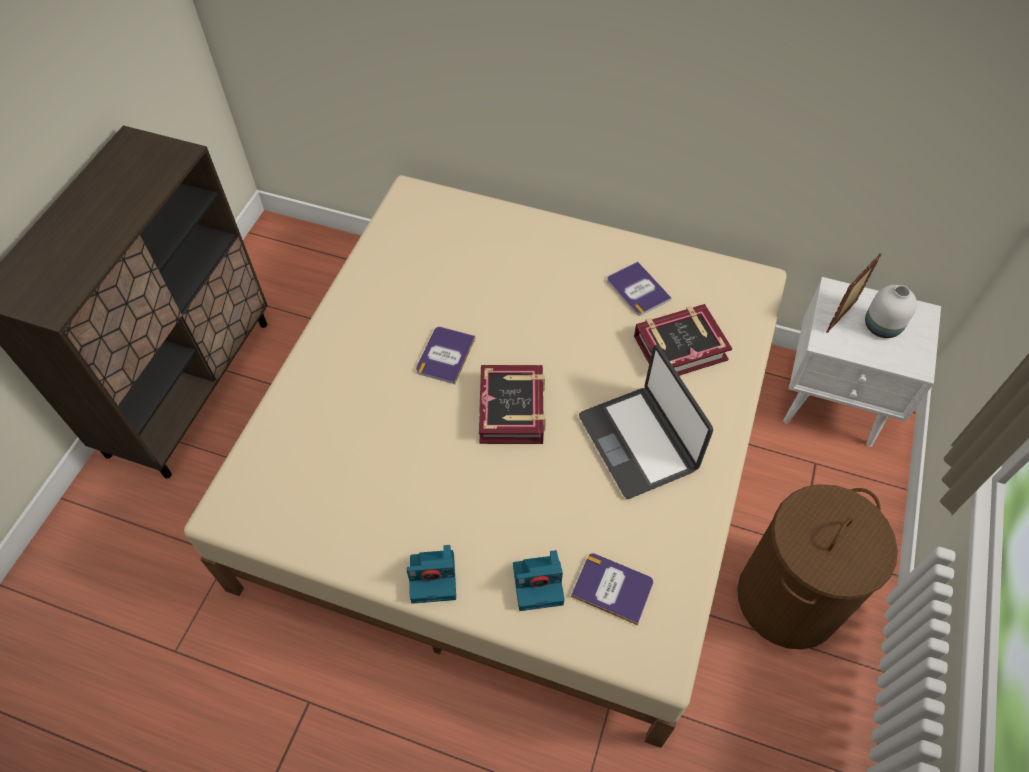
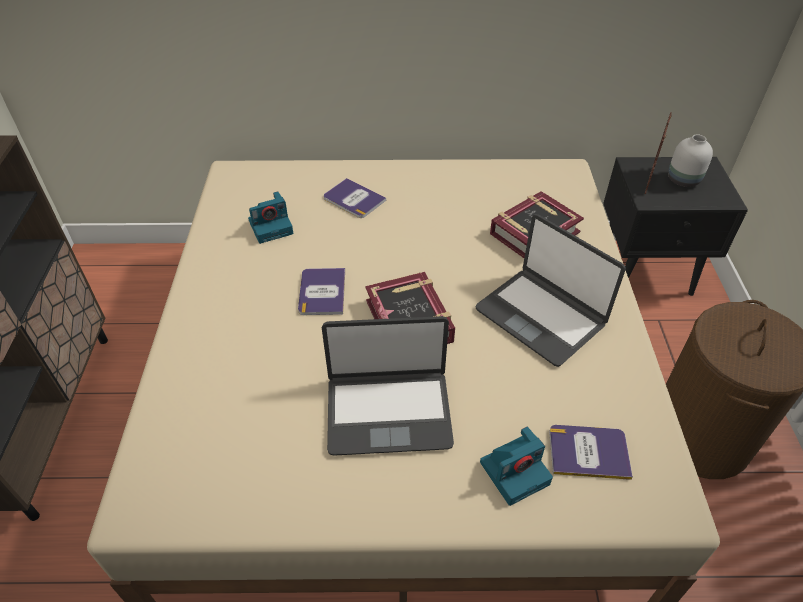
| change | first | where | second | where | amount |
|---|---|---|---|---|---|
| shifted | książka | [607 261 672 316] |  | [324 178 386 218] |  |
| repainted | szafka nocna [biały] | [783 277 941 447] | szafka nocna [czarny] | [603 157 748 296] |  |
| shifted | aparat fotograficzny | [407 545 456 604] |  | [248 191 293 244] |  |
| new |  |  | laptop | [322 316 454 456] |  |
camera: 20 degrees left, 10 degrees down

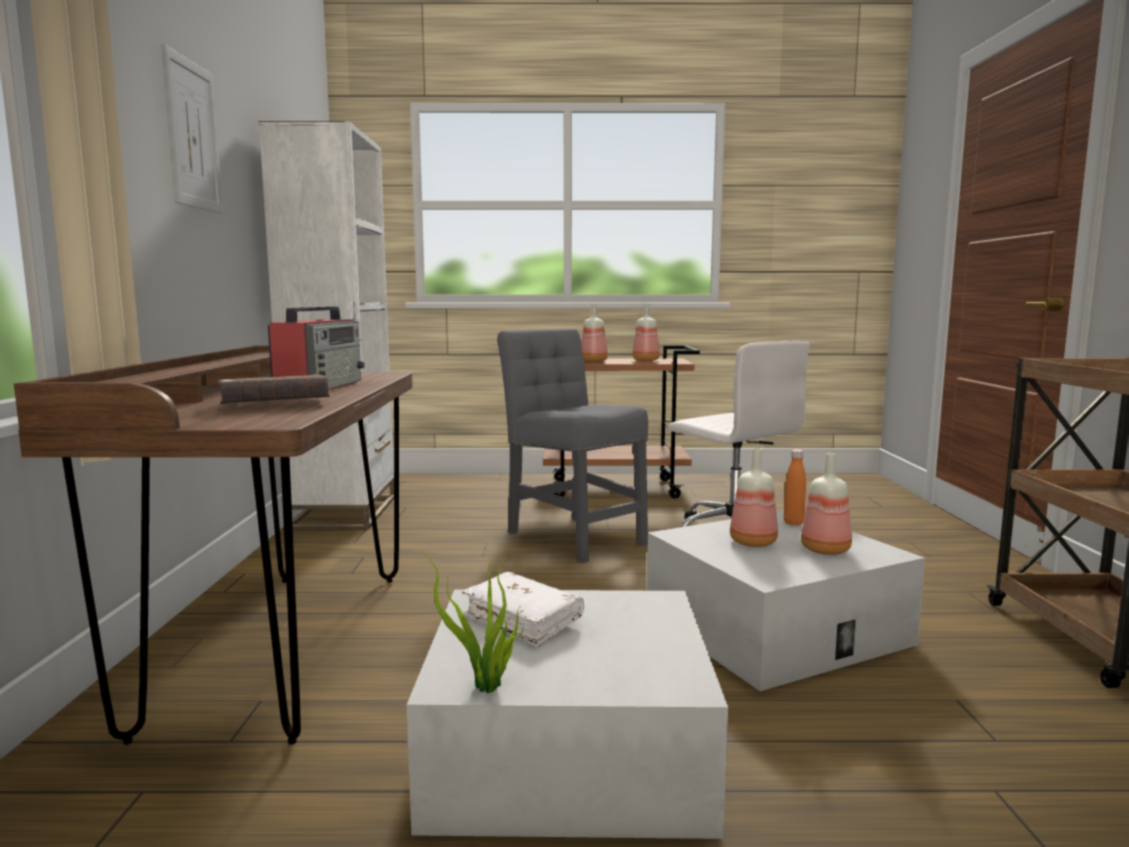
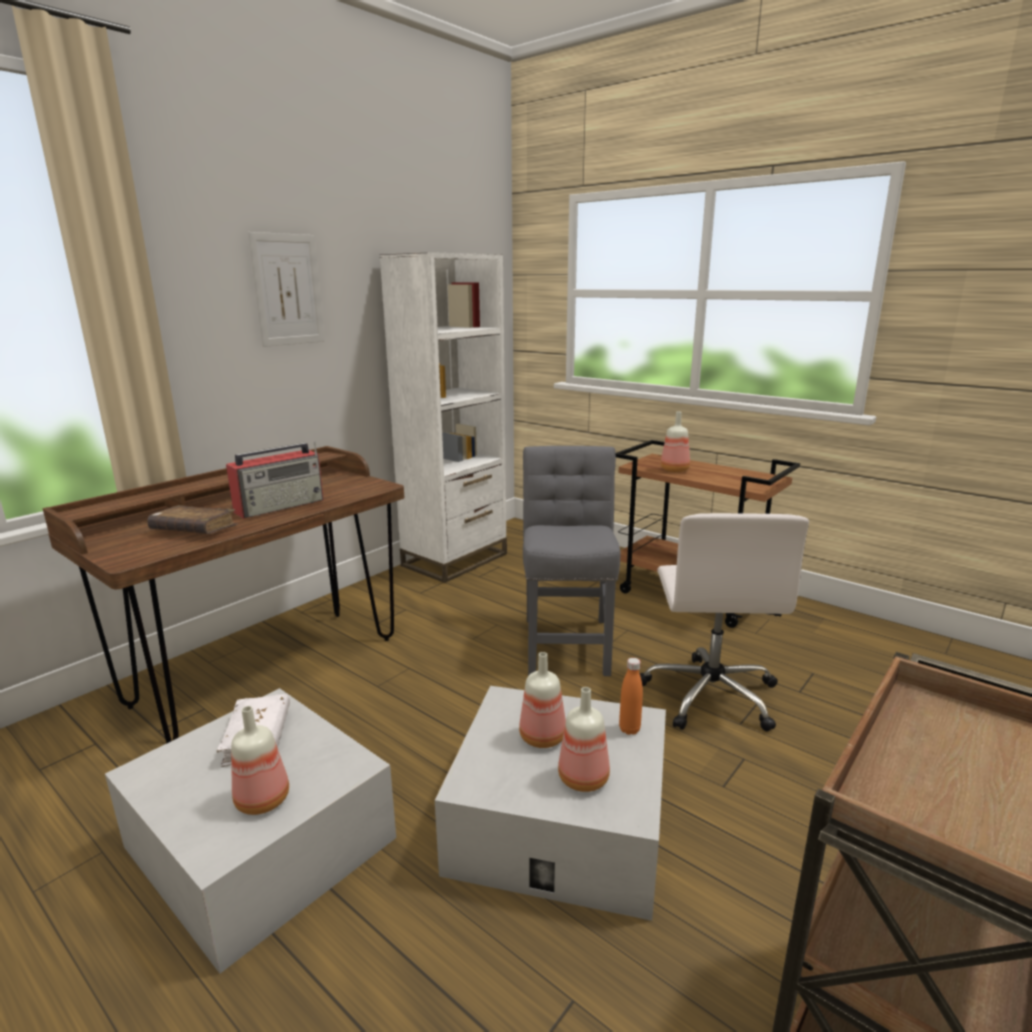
| change | first | where | second | where | amount |
|---|---|---|---|---|---|
| shifted | butelka | [632 304 660 361] |  | [231 706 289 815] |  |
| gone | roślina doniczkowa | [420 550 524 693] |  |  |  |
camera: 40 degrees right, 10 degrees up

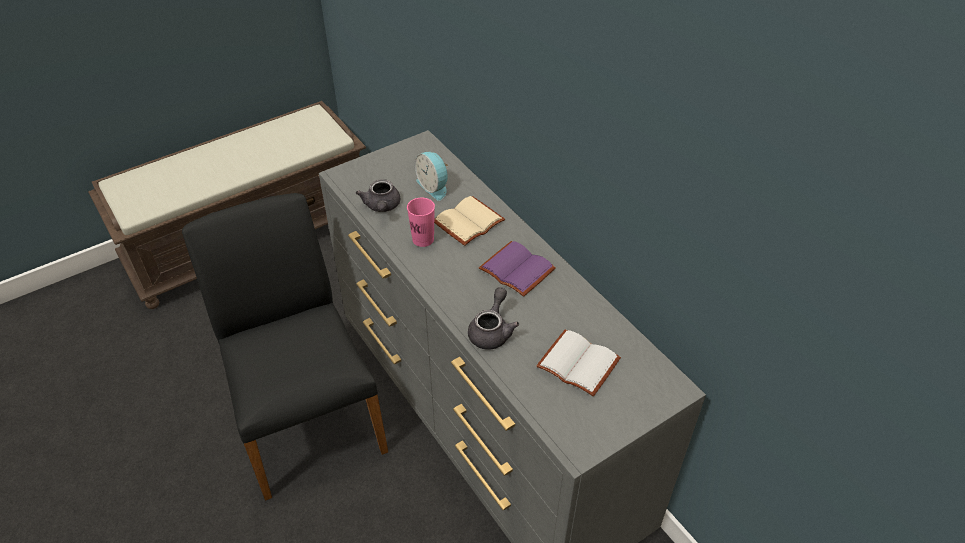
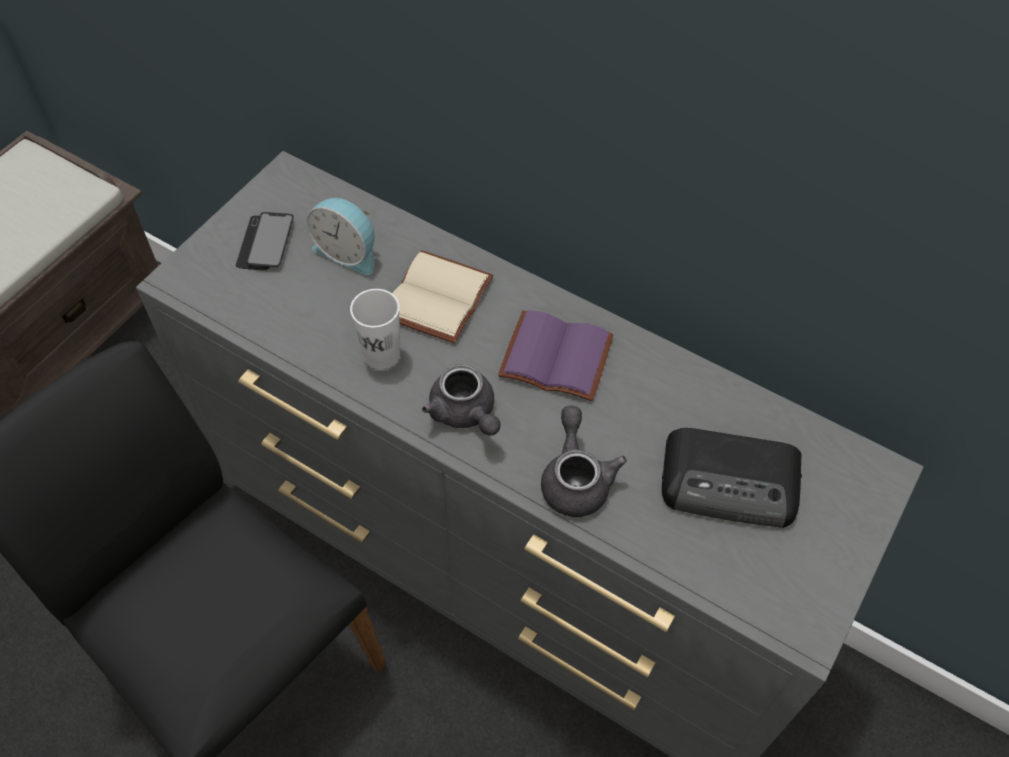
| change | first | where | second | where | amount |
|---|---|---|---|---|---|
| shifted | imbryk [szary] | [356 179 400 212] |  | [422 365 500 436] |  |
| repainted | filiżanka [różowy] | [407 198 435 247] | filiżanka [biały] | [350 289 400 369] |  |
| swapped | książka [biały] | [536 330 621 397] | radio | [662 428 802 528] |  |
| new |  |  | telefon | [236 212 294 270] |  |
camera: 25 degrees left, 10 degrees up

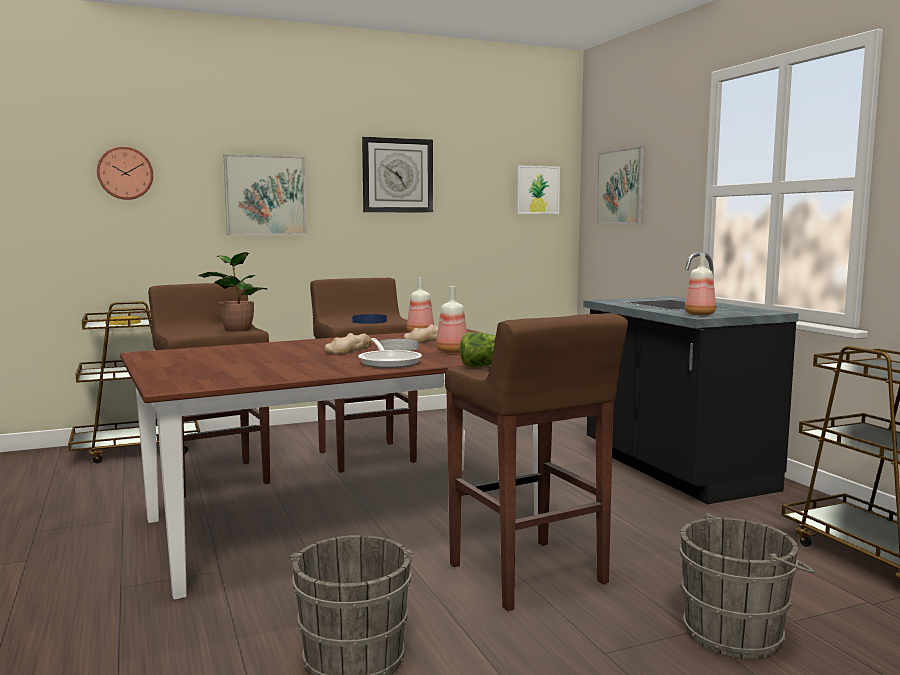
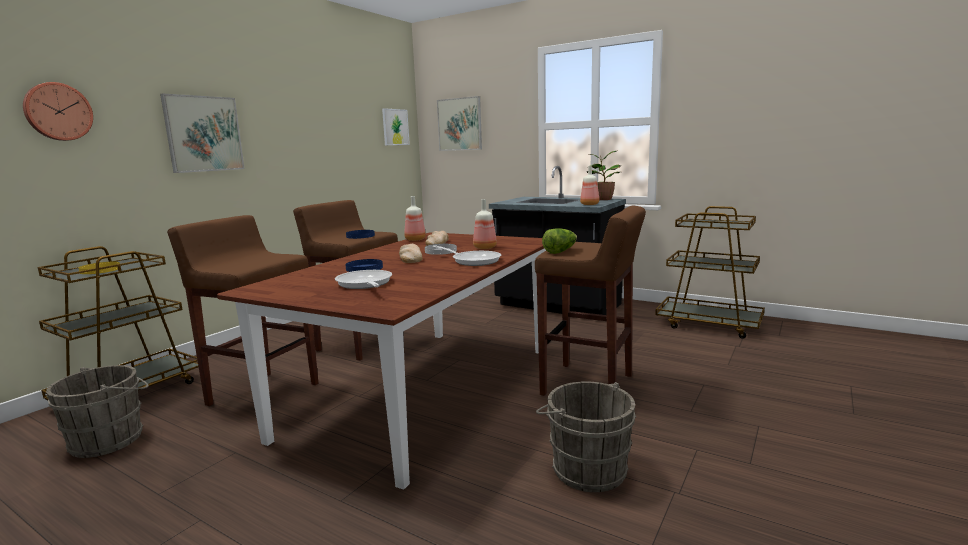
| change | first | where | second | where | amount |
|---|---|---|---|---|---|
| gone | zegar ścienny | [362 137 433 213] |  |  |  |
| shifted | roślina doniczkowa | [199 252 268 332] |  | [587 150 621 200] |  |
| shifted | wiadro [szary] | [678 513 814 659] |  | [46 365 148 458] |  |
| new |  |  | talerz [niebieski] | [345 259 383 272] |  |
| new |  |  | patelnia | [335 270 392 289] |  |
camera: 35 degrees left, 5 degrees up

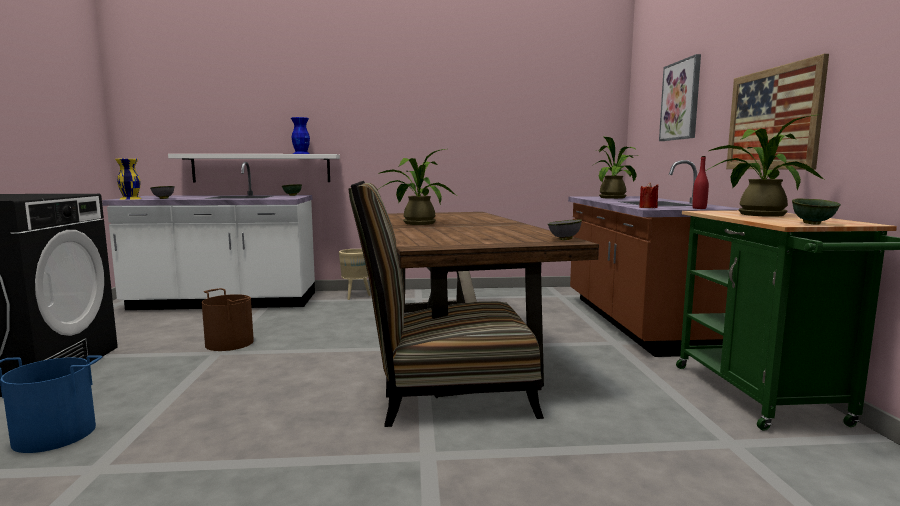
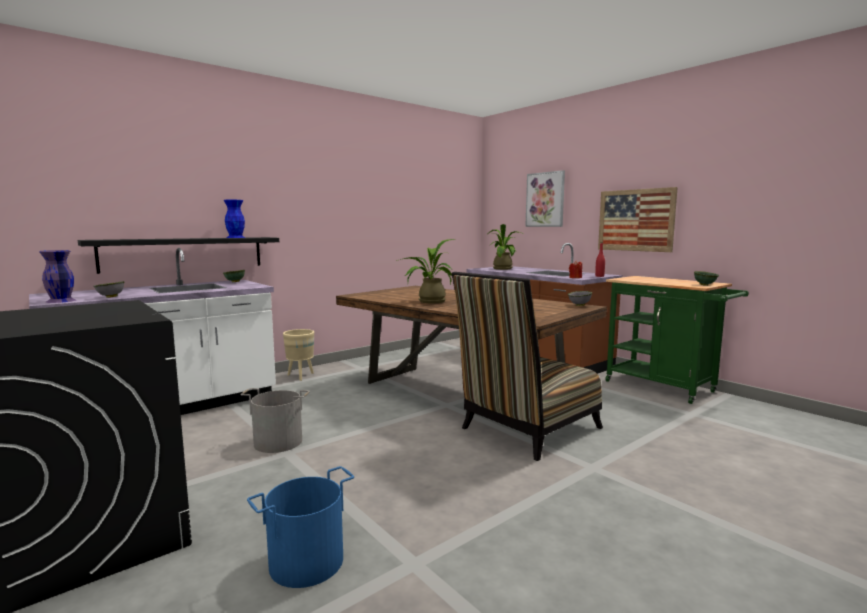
| change | first | where | second | where | amount |
|---|---|---|---|---|---|
| gone | roślina doniczkowa | [706 115 824 217] |  |  |  |
| repainted | półka [biały] | [168 154 340 183] | półka [czarny] | [78 237 279 274] |  |
| repainted | wazon [żółty] | [115 159 142 200] | wazon [fioletowy] | [39 250 76 303] |  |
| repainted | wiadro [brązowy] | [202 288 254 351] | wiadro [szary] | [240 388 310 453] |  |
camera: 35 degrees left, 0 degrees up

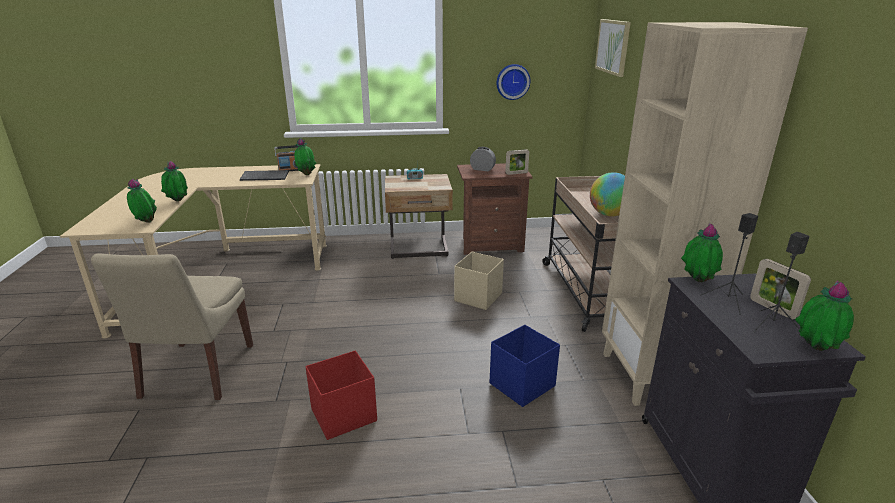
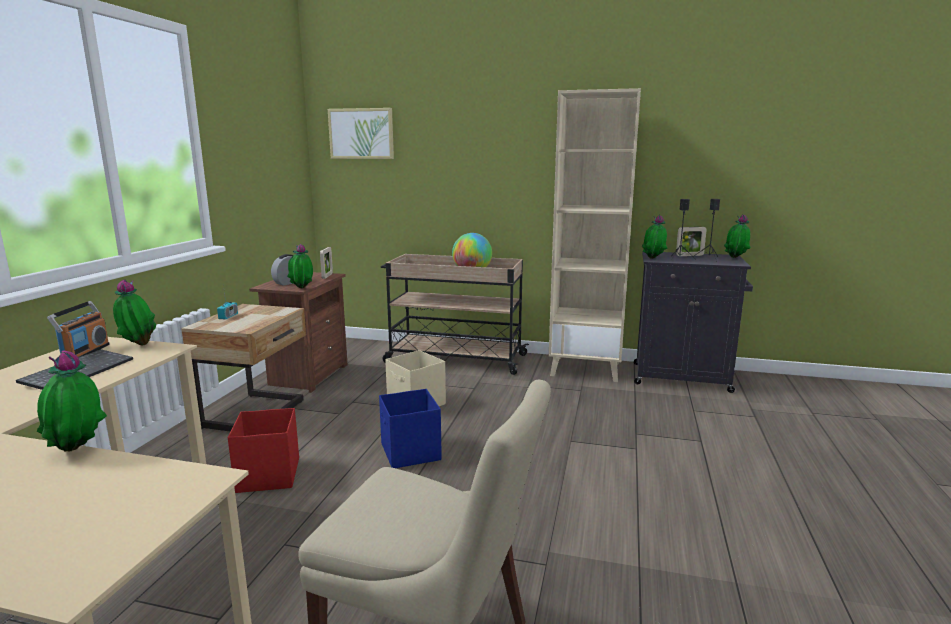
| change | first | where | second | where | amount |
|---|---|---|---|---|---|
| gone | zegar ścienny | [496 64 530 100] |  |  |  |
| shifted | roślina doniczkowa | [127 179 157 223] |  | [287 244 313 288] |  |
| shifted | pojemnik do przechowywania [niebieski] | [490 325 560 407] |  | [379 389 442 468] |  |
| shifted | pojemnik do przechowywania [czerwony] | [305 350 377 440] |  | [228 408 299 493] |  |
camera: 70 degrees left, 10 degrees down

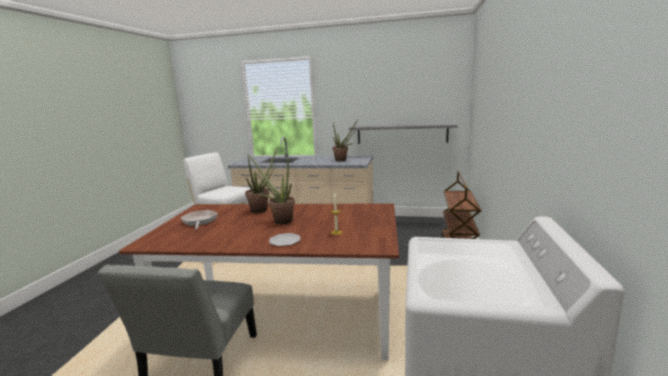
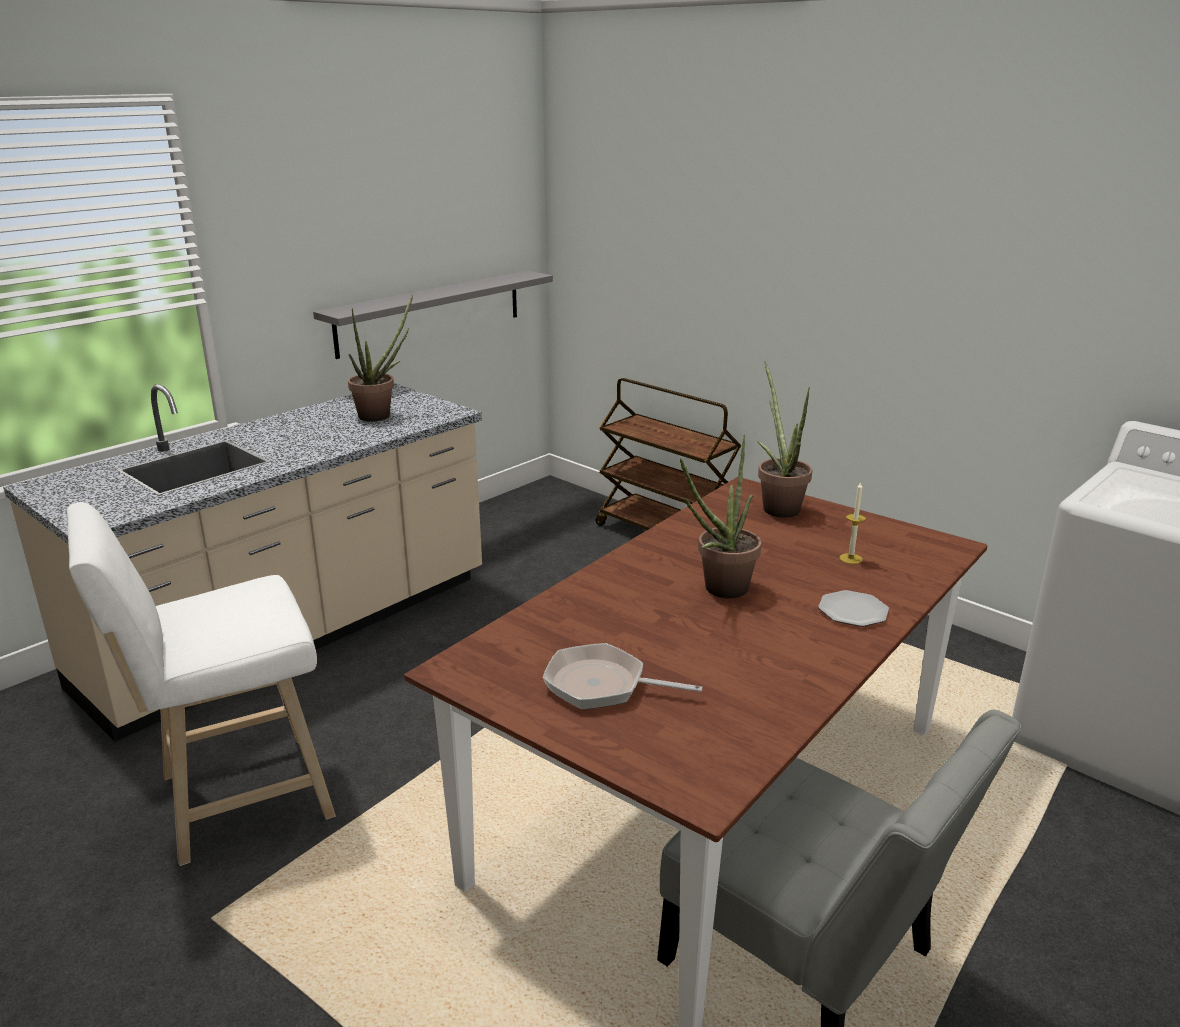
| change | first | where | second | where | amount |
|---|---|---|---|---|---|
| shifted | roślina doniczkowa | [245 147 277 213] |  | [758 361 812 518] |  |
camera: 60 degrees left, 10 degrees up

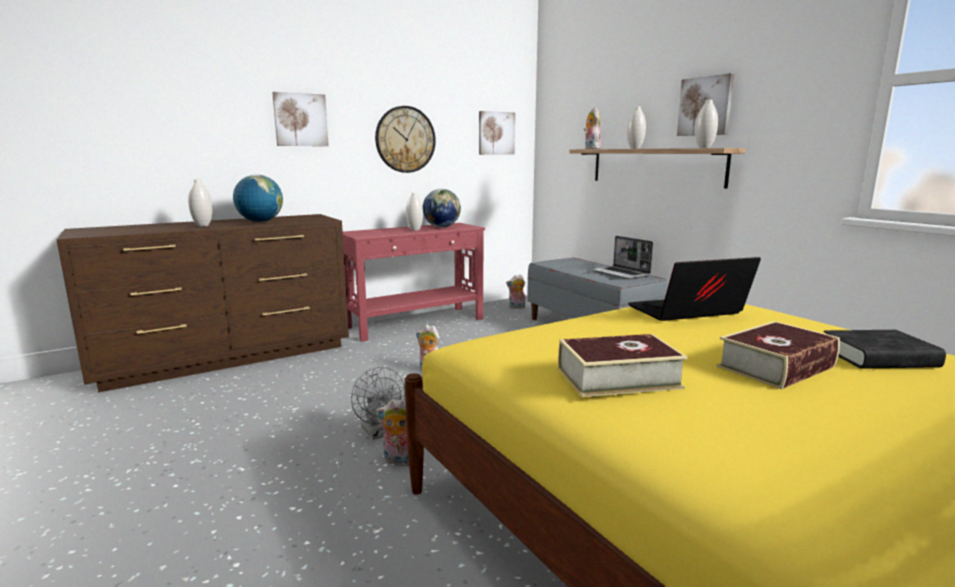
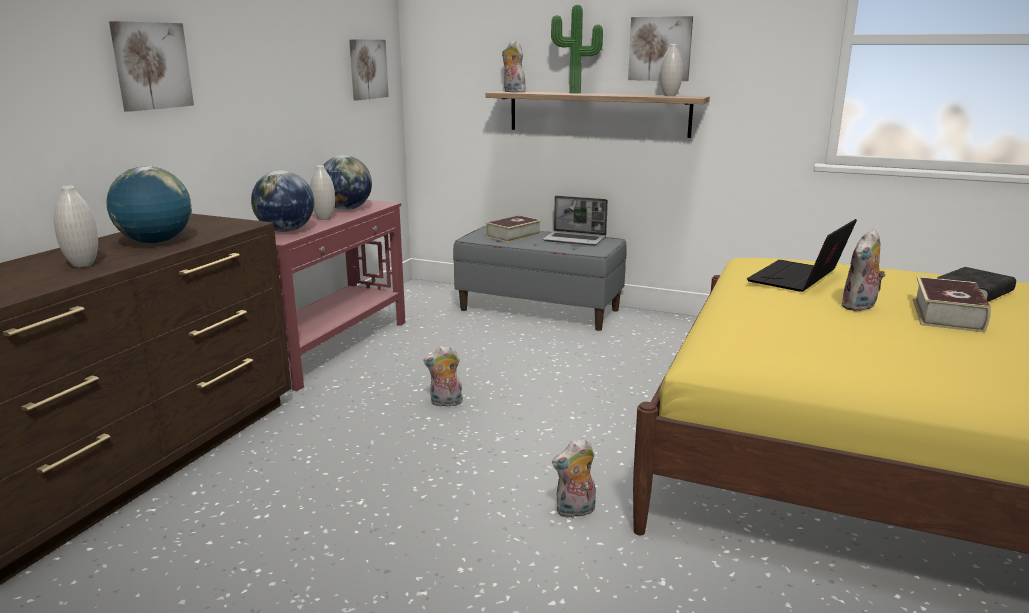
| change | first | where | second | where | amount |
|---|---|---|---|---|---|
| gone | zegar ścienny | [375 106 436 173] |  |  |  |
| swapped | wazon [biały] | [627 107 646 149] | roślina doniczkowa | [551 5 603 94] |  |
| shifted | pluszak | [506 274 526 309] |  | [841 229 886 311] |  |
| shifted | książka | [558 334 688 397] |  | [486 215 542 243] |  |
| gone | wentylator [szary] | [351 367 405 440] |  |  |  |
| new |  |  | globus | [251 170 314 232] |  |
camera: 35 degrees left, 5 degrees up

